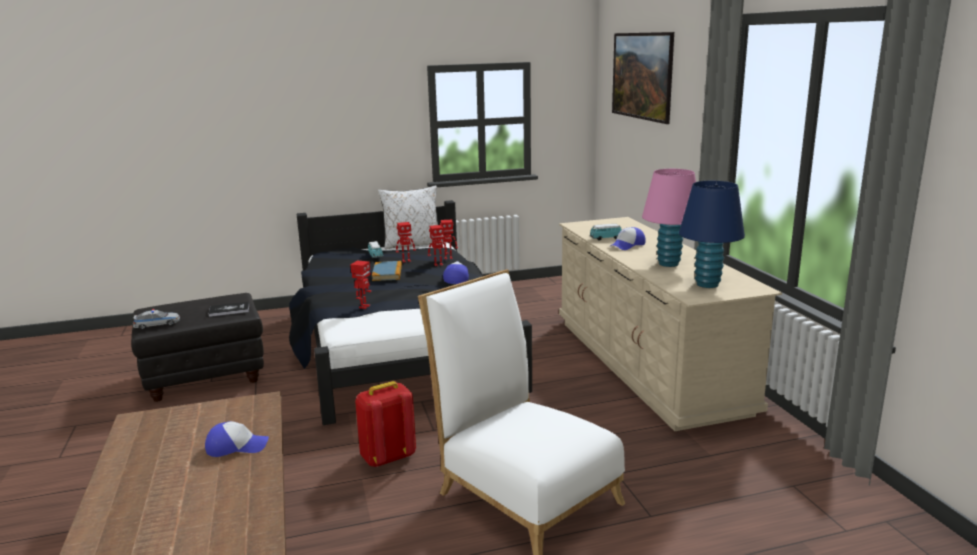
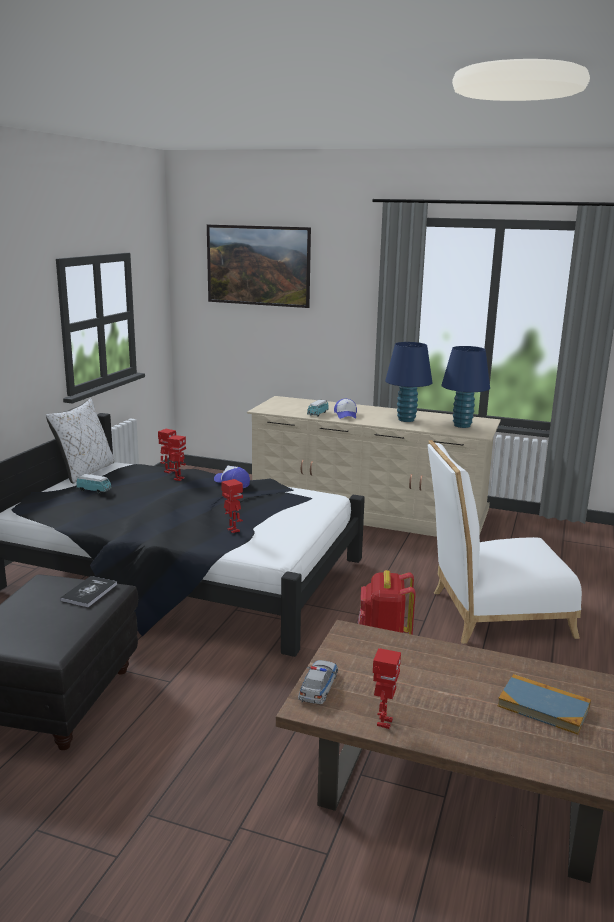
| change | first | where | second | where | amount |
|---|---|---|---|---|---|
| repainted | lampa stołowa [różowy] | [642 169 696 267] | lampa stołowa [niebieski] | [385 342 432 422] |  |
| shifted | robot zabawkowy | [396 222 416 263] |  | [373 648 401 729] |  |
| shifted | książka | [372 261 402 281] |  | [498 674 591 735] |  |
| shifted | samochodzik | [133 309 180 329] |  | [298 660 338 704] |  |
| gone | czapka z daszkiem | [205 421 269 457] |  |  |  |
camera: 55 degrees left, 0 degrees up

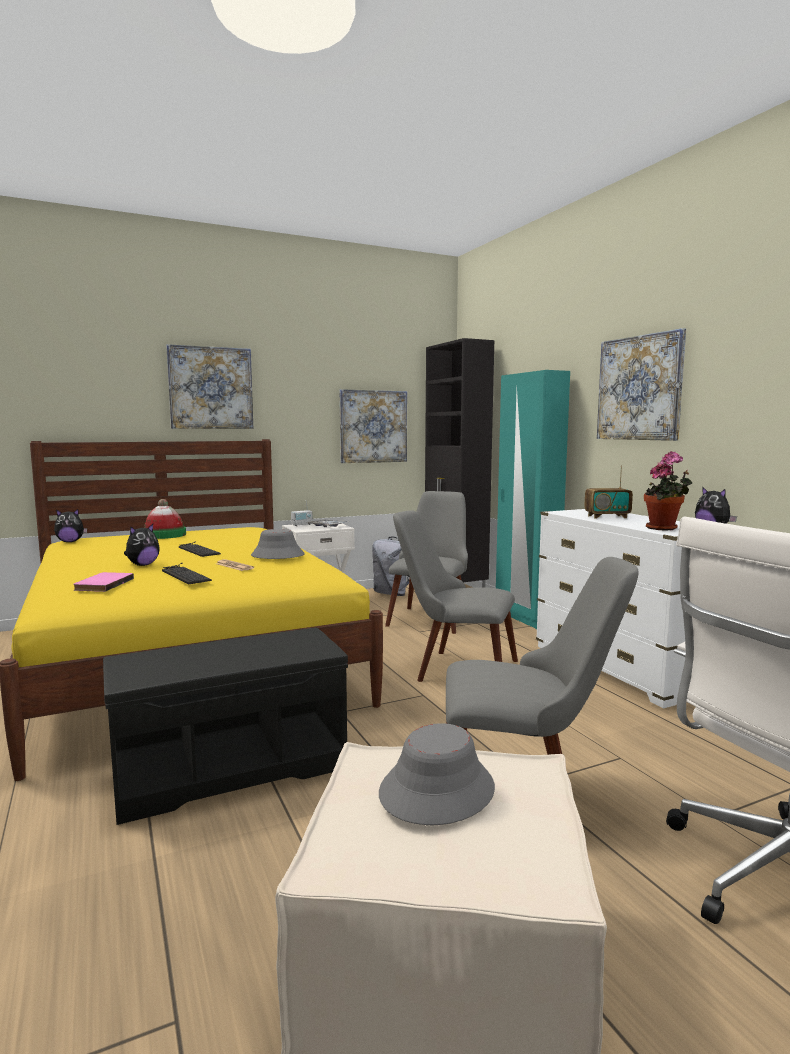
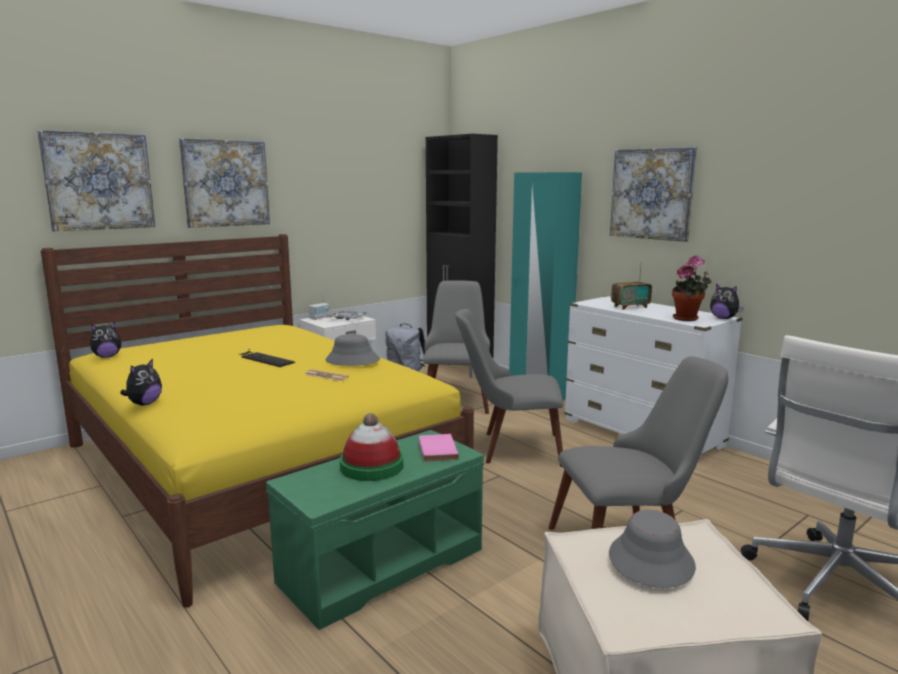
| change | first | where | second | where | amount |
|---|---|---|---|---|---|
| shifted | obraz | [340 389 407 463] |  | [37 130 155 232] |  |
| shifted | kapelusz | [144 499 186 539] |  | [340 413 403 481] |  |
| shifted | pluszak | [124 524 160 566] |  | [120 359 162 406] |  |
| gone | klawiatura | [162 563 212 585] |  |  |  |
| shifted | książka [różowy] | [73 572 134 592] |  | [419 434 459 462] |  |
| repainted | ławka [czarny] | [103 627 348 825] | ławka [zielony] | [266 430 484 630] |  |
camera: 15 degrees left, 5 degrees up

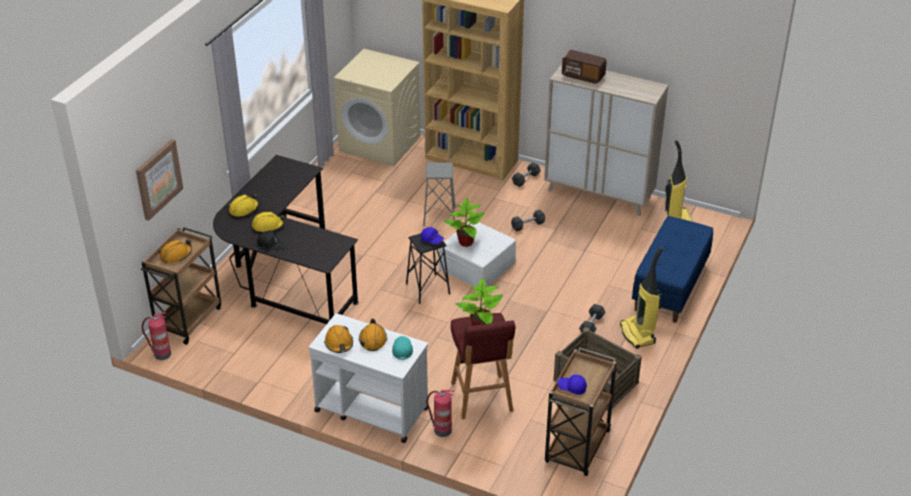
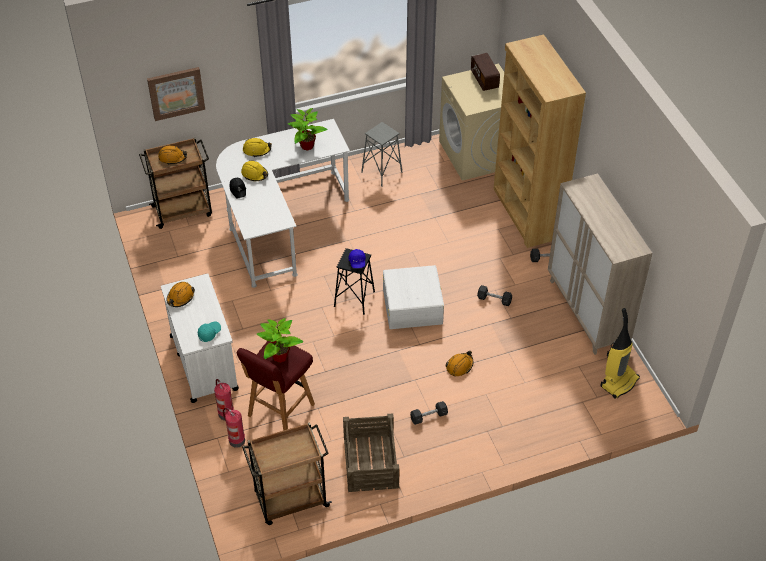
| change | first | where | second | where | amount |
|---|---|---|---|---|---|
| shifted | radio | [562 50 607 84] |  | [471 53 500 91] |  |
| repainted | biurko [czarny] | [213 155 359 324] | biurko [biały] | [216 119 350 288] |  |
| shifted | stołek [szary] | [423 162 455 227] |  | [361 122 402 187] |  |
| shifted | roślina doniczkowa | [444 197 484 247] |  | [288 108 328 151] |  |
| gone | ławka [niebieski] | [632 216 713 323] |  |  |  |
| gone | odkurzacz | [620 247 663 349] |  |  |  |
| shifted | gaśnica | [142 312 171 360] |  | [223 408 245 448] |  |
| shifted | kask [pomarańczowy] | [359 319 387 351] |  | [445 351 473 376] |  |
| gone | czapka z daszkiem [niebieski] | [557 374 587 395] |  |  |  |
camera: 45 degrees right, 10 degrees up

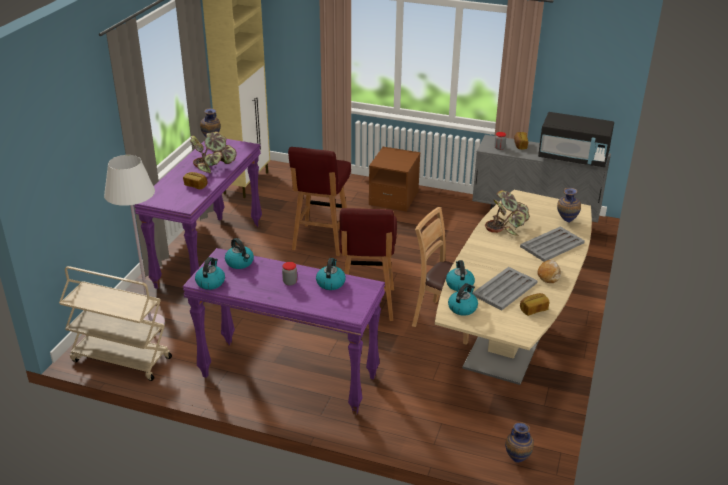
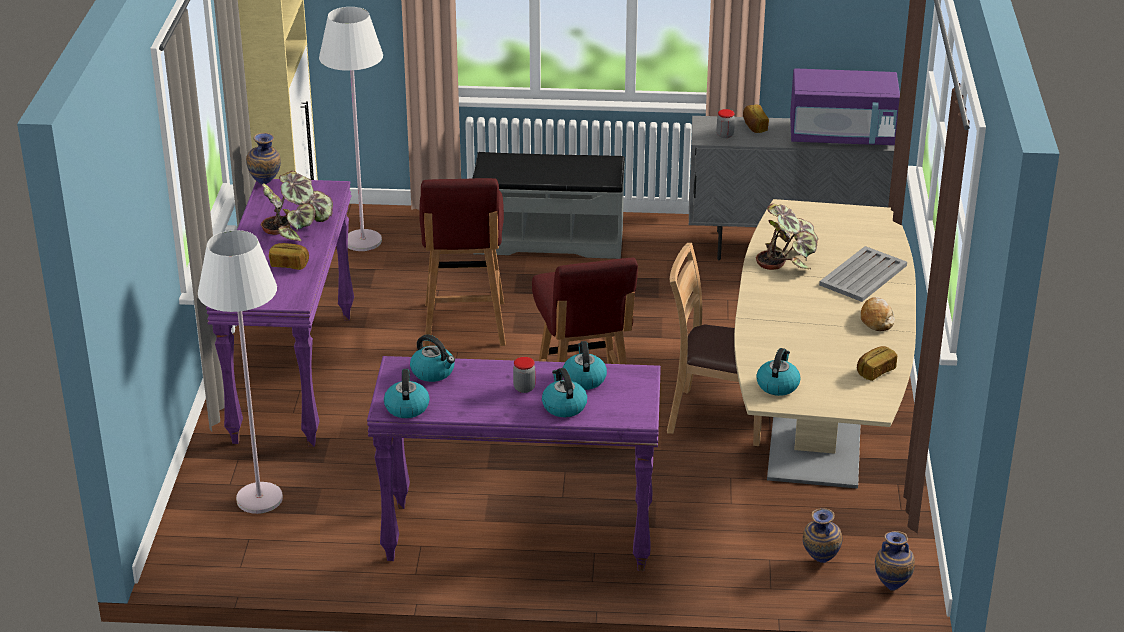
| change | first | where | second | where | amount |
|---|---|---|---|---|---|
| repainted | mikrofalówka [czarny] | [538 112 614 167] | mikrofalówka [fioletowy] | [790 68 900 145] |  |
| swapped | szafka nocna [brązowy] | [369 147 420 212] | ławka [szary] | [473 152 625 259] |  |
| shifted | wazon | [557 188 581 223] |  | [803 508 843 563] |  |
| shifted | czajnik | [446 260 475 291] |  | [542 368 587 417] |  |
| gone | wózek [beżowy] | [59 266 172 381] |  |  |  |
| gone | taca [szary] | [472 267 538 310] |  |  |  |
| new |  |  | lampa stojąca [biały] | [319 7 383 251] |  |
camera: 15 degrees left, 0 degrees up

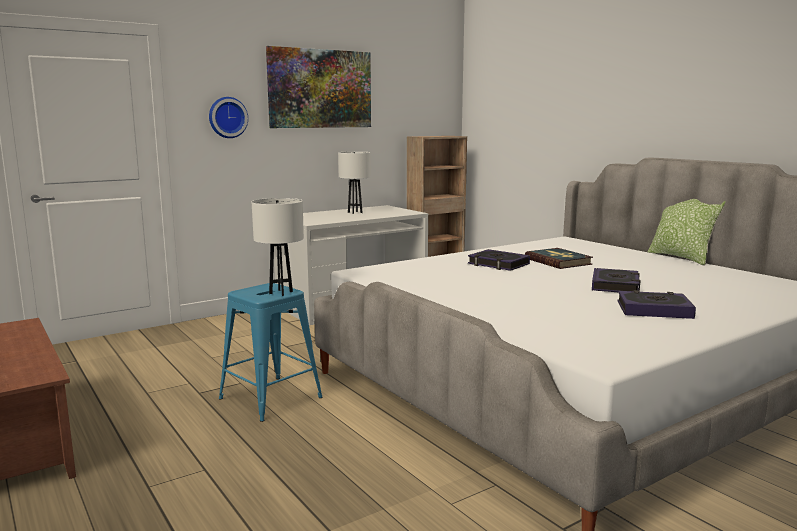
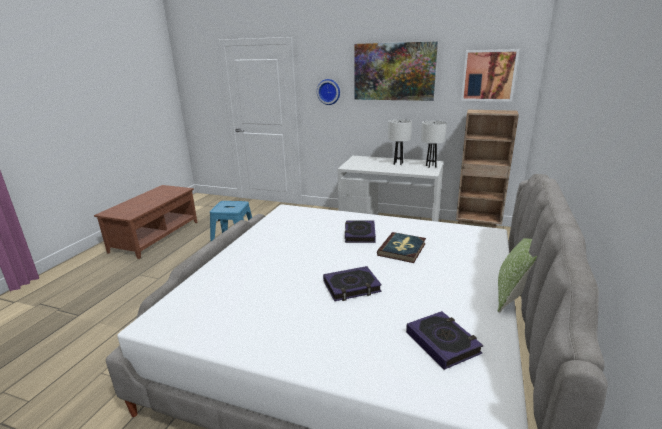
| change | first | where | second | where | amount |
|---|---|---|---|---|---|
| shifted | lampa stołowa [biały] | [251 198 304 296] |  | [421 120 447 168] |  |
| shifted | książka | [617 290 696 319] |  | [406 311 484 370] |  |
| new |  |  | obraz | [461 49 519 102] |  |
camera: 55 degrees right, 10 degrees up

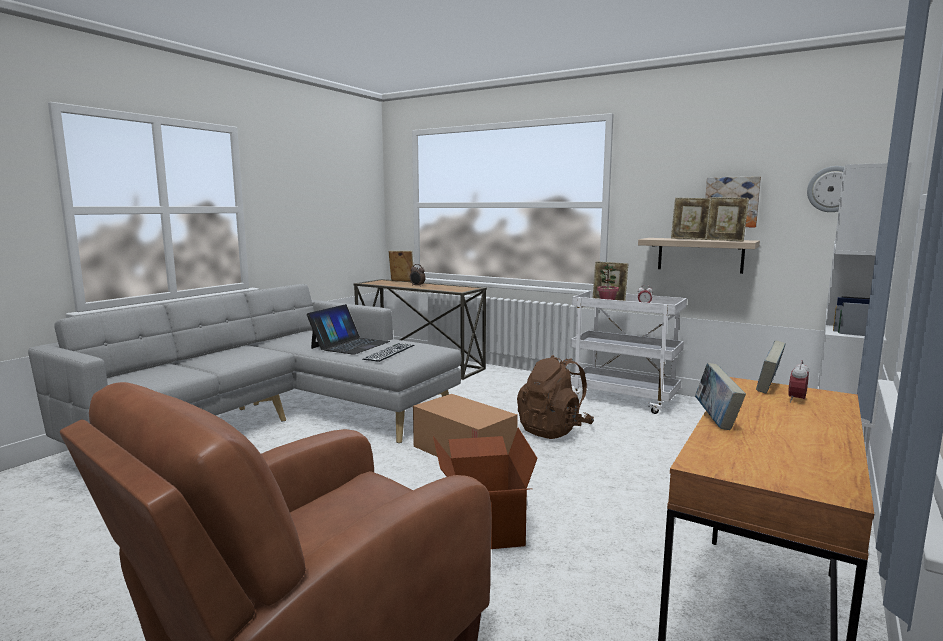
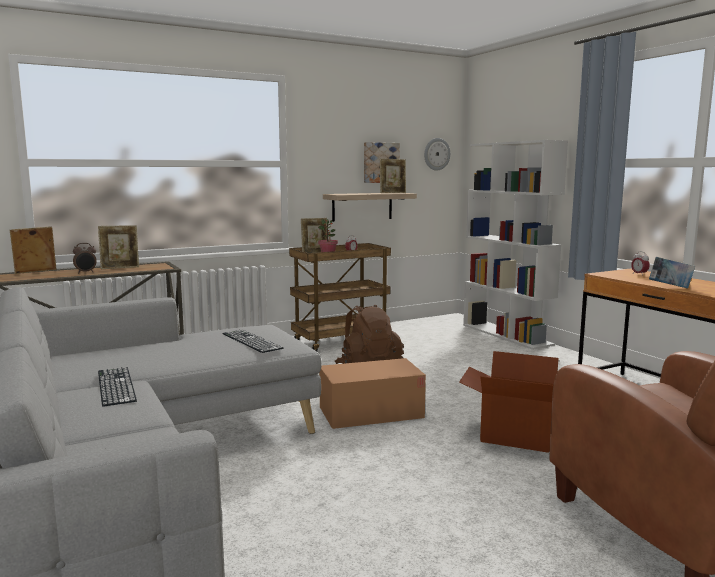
| change | first | where | second | where | amount |
|---|---|---|---|---|---|
| shifted | ramka na zdjęcie | [671 198 710 240] |  | [98 225 139 269] |  |
| repainted | wózek [biały] | [571 291 687 414] | wózek [brązowy] | [289 243 391 352] |  |
| gone | laptop | [306 304 390 355] |  |  |  |
| gone | książka | [756 340 786 393] |  |  |  |
| new |  |  | klawiatura | [98 367 137 407] |  |
camera: 60 degrees left, 0 degrees up

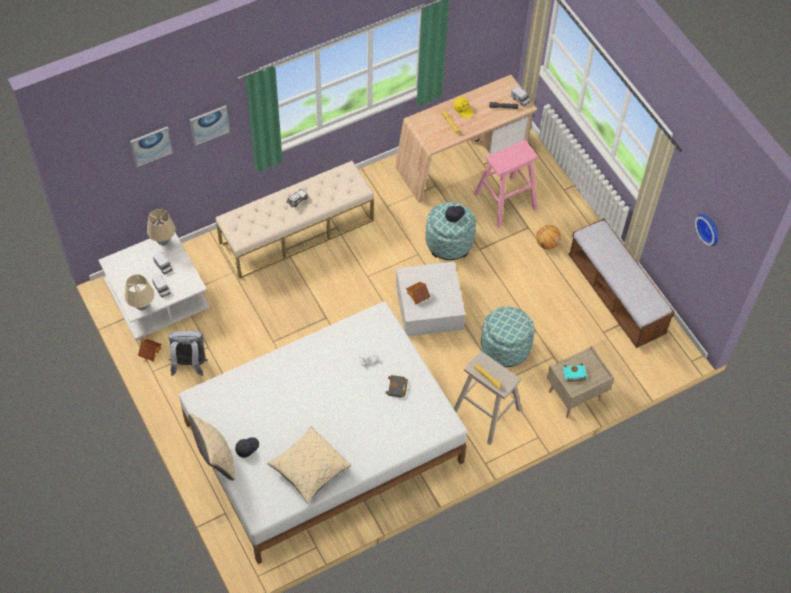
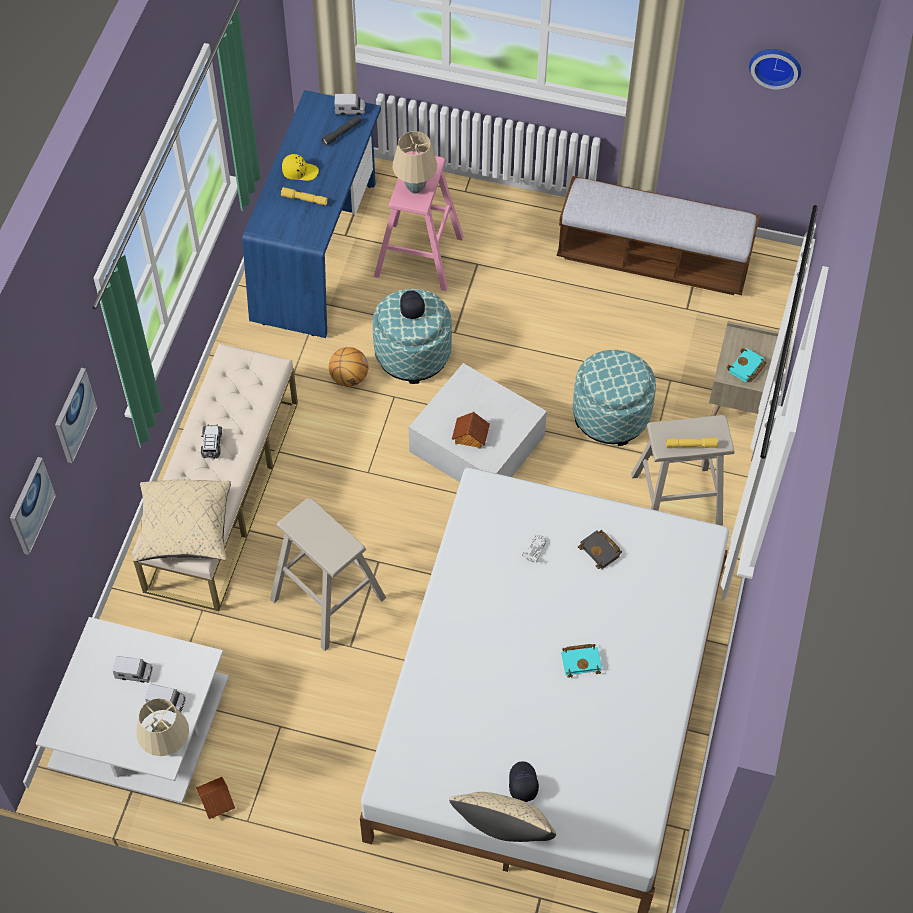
| change | first | where | second | where | amount |
|---|---|---|---|---|---|
| repainted | biurko [beżowy] | [395 75 537 202] | biurko [niebieski] | [242 90 381 338] |  |
| shifted | lampa stołowa [beżowy] | [147 209 176 246] |  | [393 131 437 194] |  |
| shifted | piłka do koszykówki | [536 225 561 250] |  | [329 347 368 387] |  |
| gone | plecak [szary] | [168 331 208 376] |  |  |  |
| shifted | poduszka [beżowy] | [267 427 351 503] |  | [133 480 231 562] |  |
| new |  |  | stołek [beżowy] | [270 497 386 651] |  |
| new |  |  | książka [turkusowy] | [561 644 602 678] |  |
camera: 45 degrees left, 0 degrees up

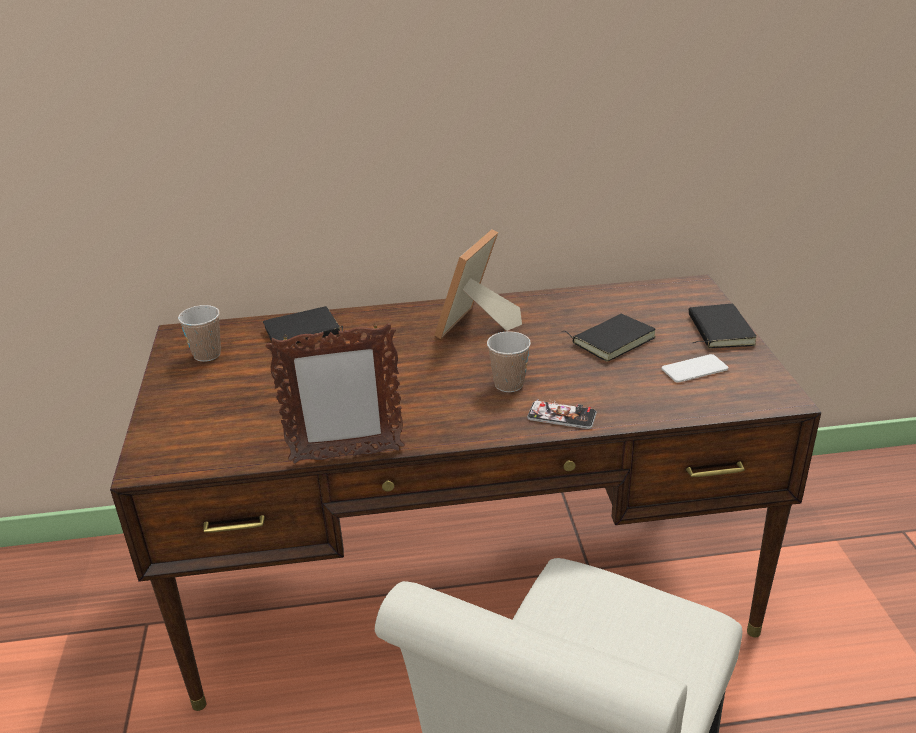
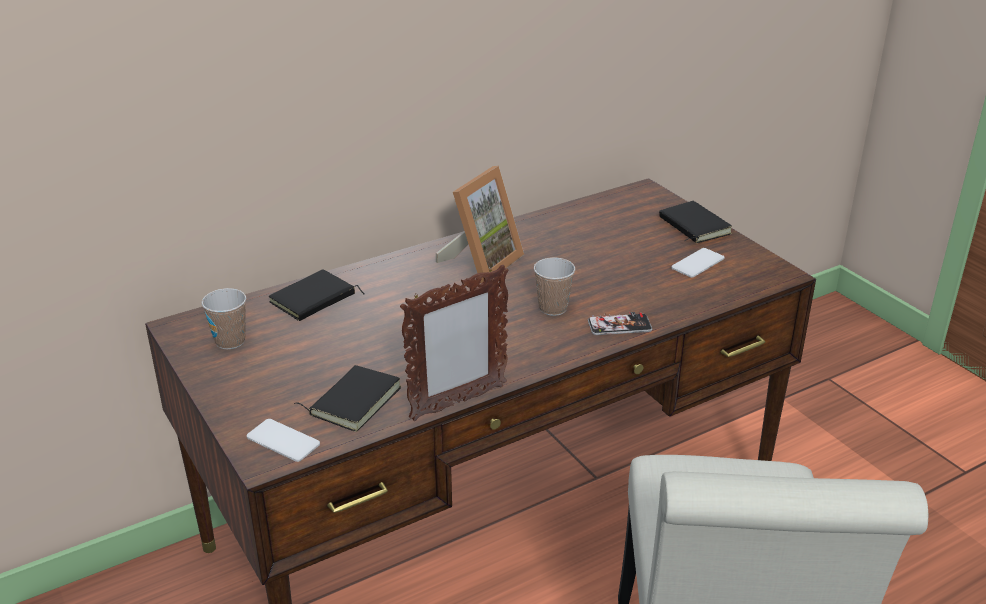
| change | first | where | second | where | amount |
|---|---|---|---|---|---|
| rotated | ramka na zdjęcie | [434 229 522 339] |  | [436 166 524 283] | 150 degrees counterclockwise |
| shifted | książka [czarny] | [564 314 656 362] |  | [294 365 401 432] |  |
| new |  |  | telefon | [246 419 320 462] |  |
camera: 25 degrees left, 0 degrees up

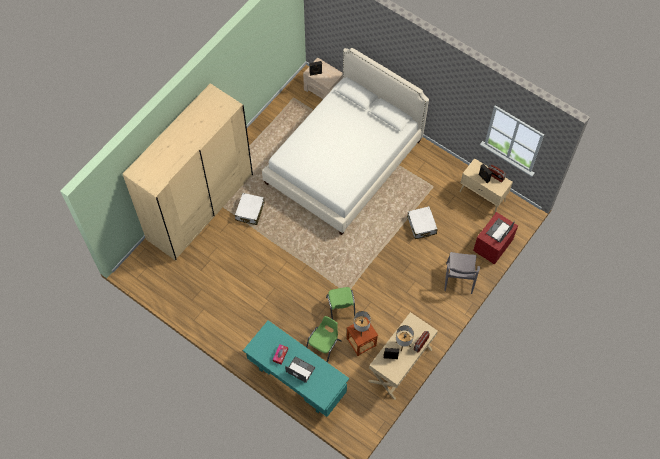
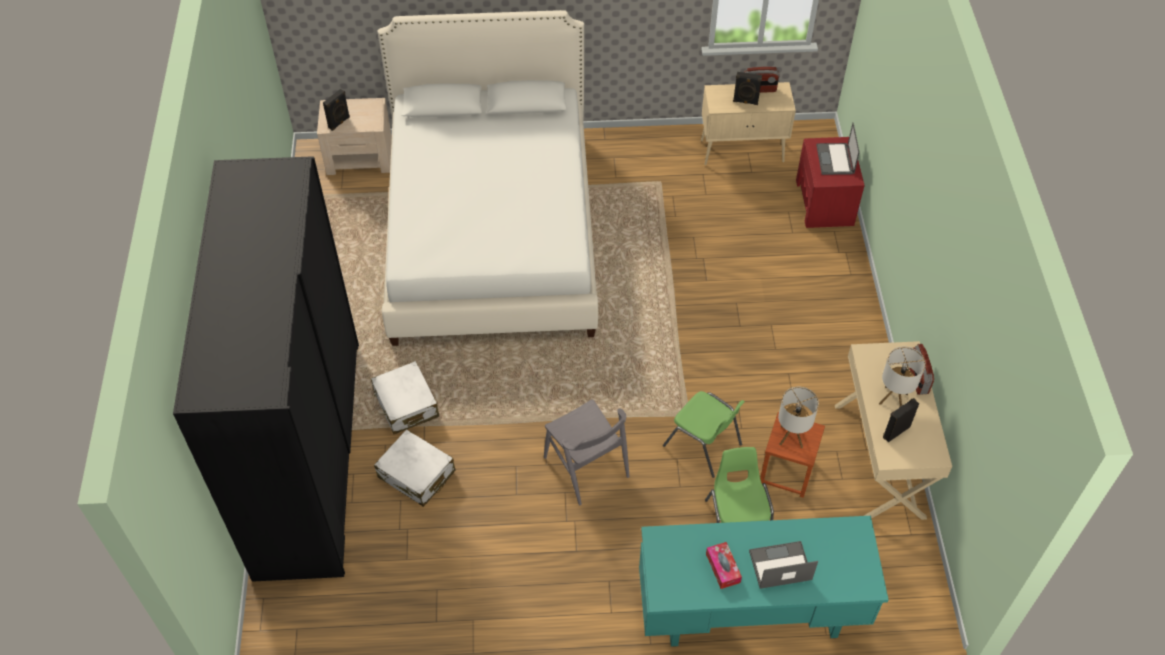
| change | first | where | second | where | amount |
|---|---|---|---|---|---|
| repainted | szafa [beżowy] | [123 83 253 261] | szafa [czarny] | [173 156 359 582] |  |
| shifted | walizka [biały] | [407 206 438 239] |  | [374 429 456 507] |  |
| shifted | krzesło [szary] | [444 252 480 294] |  | [544 399 630 506] |  |
camera: 40 degrees left, 10 degrees down

